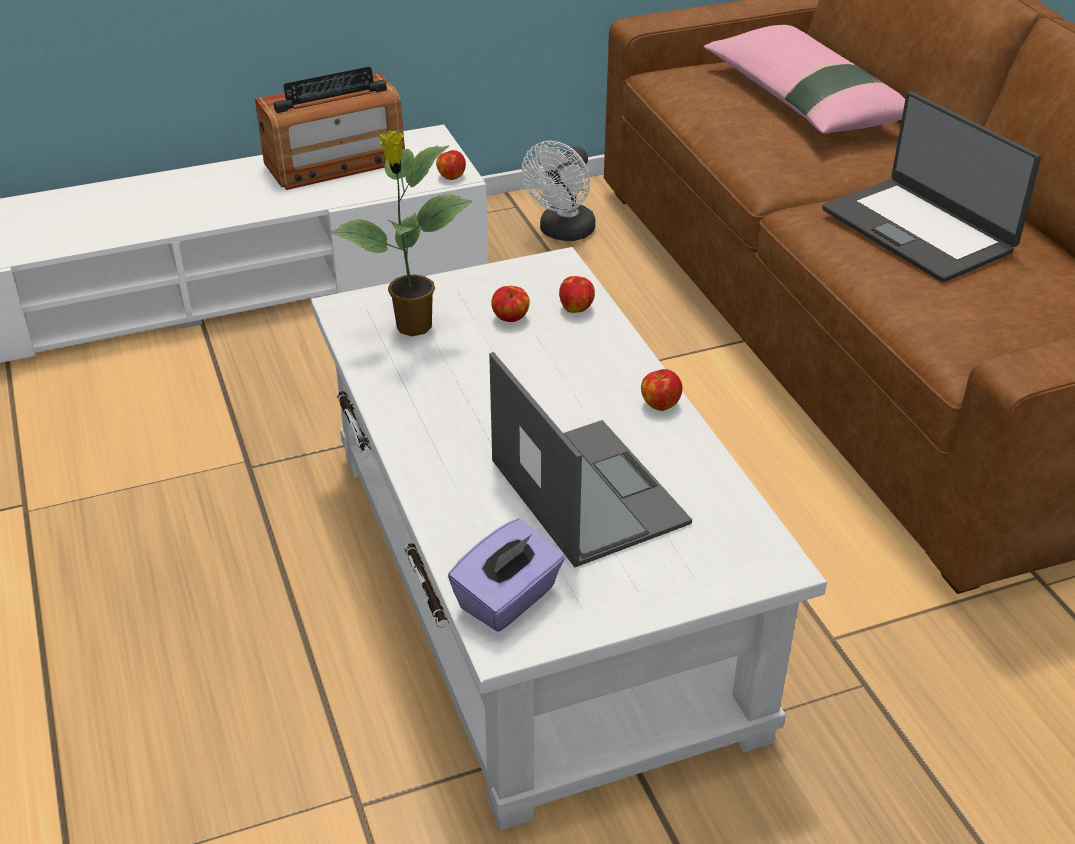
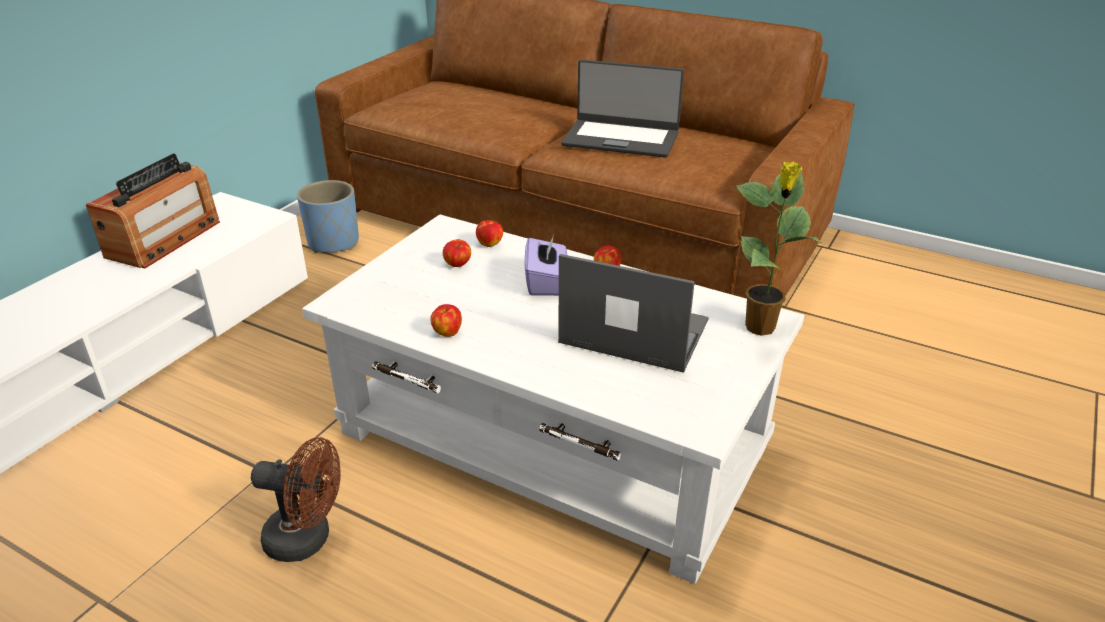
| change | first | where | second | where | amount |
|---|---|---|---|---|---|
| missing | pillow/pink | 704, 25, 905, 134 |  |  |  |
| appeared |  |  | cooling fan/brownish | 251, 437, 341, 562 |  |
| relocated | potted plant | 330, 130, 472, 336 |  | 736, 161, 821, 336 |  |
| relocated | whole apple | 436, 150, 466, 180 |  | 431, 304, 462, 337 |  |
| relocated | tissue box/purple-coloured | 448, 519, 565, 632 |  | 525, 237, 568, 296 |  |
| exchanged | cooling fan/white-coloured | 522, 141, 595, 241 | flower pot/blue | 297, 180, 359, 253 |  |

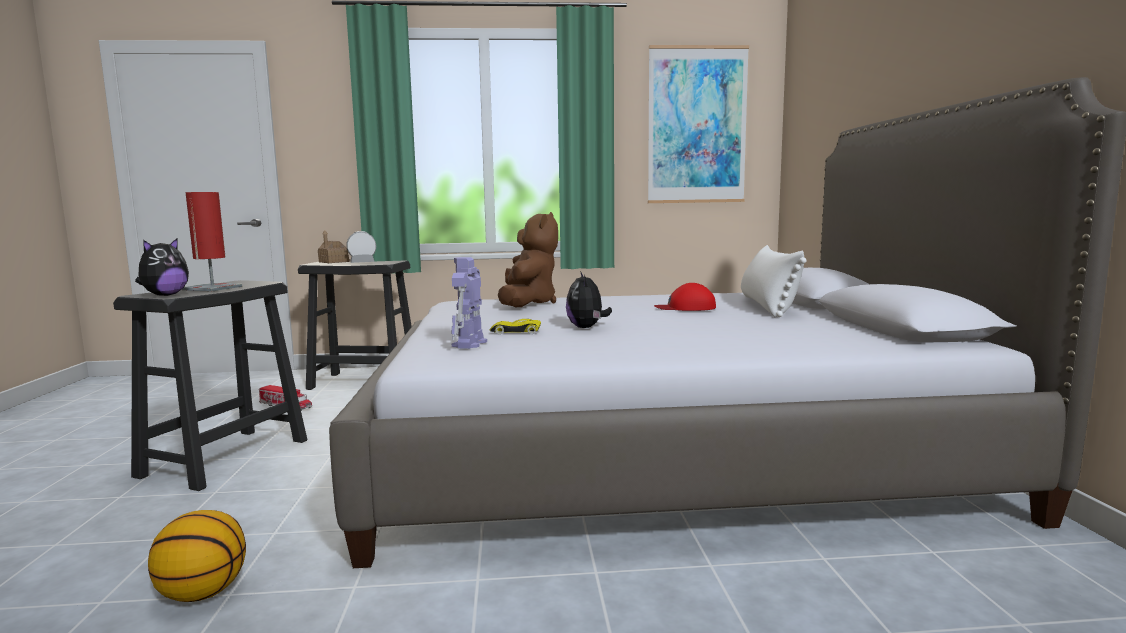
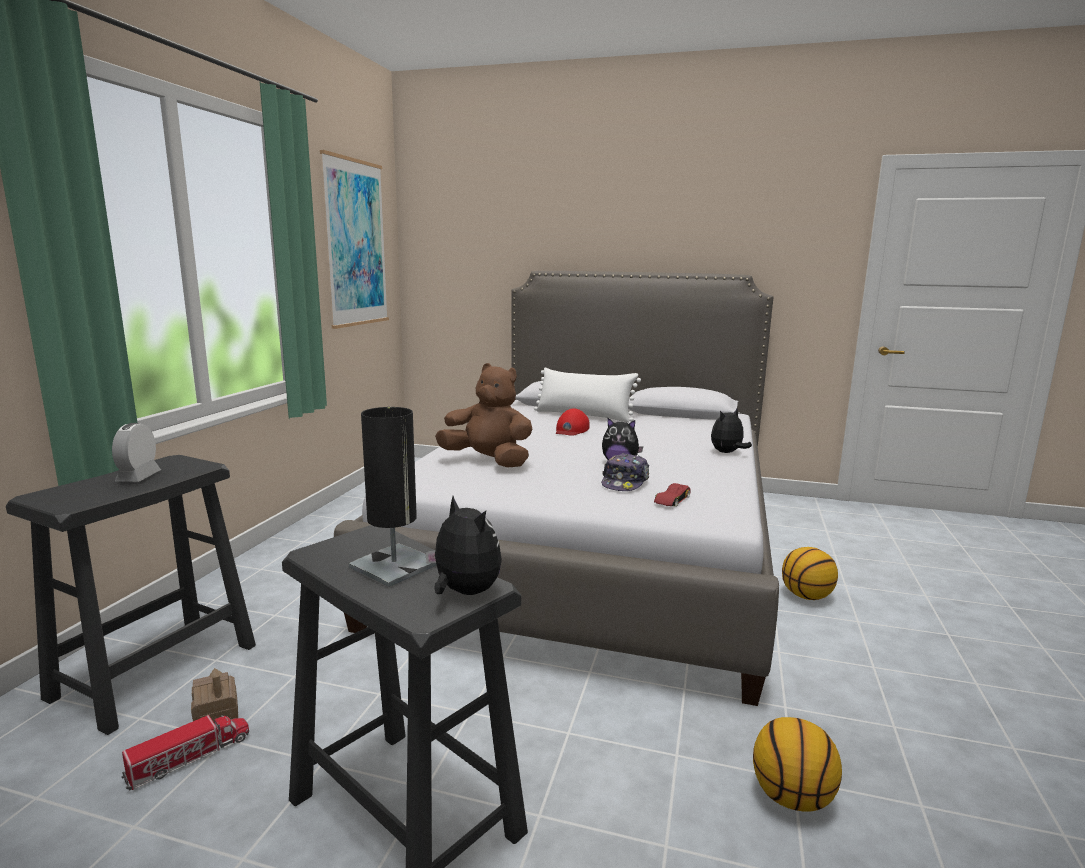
| change | first | where | second | where | amount |
|---|---|---|---|---|---|
| appeared |  |  | cuddly toy | 711, 409, 752, 453 |  |
| appeared |  |  | basketball ball | 782, 547, 838, 600 |  |
| relocated | toy house | 318, 230, 349, 263 |  | 191, 668, 238, 722 |  |
| exchanged | model robot | 451, 257, 487, 349 | toy car/reddish | 654, 483, 691, 507 |  |
| exchanged | toy car/yellow-coloured | 490, 319, 541, 334 | cap | 601, 453, 649, 491 |  |
| colour | lamp for a table/reddish | 182, 192, 242, 292 | lamp for a table/blackish | 349, 407, 437, 587 |  |

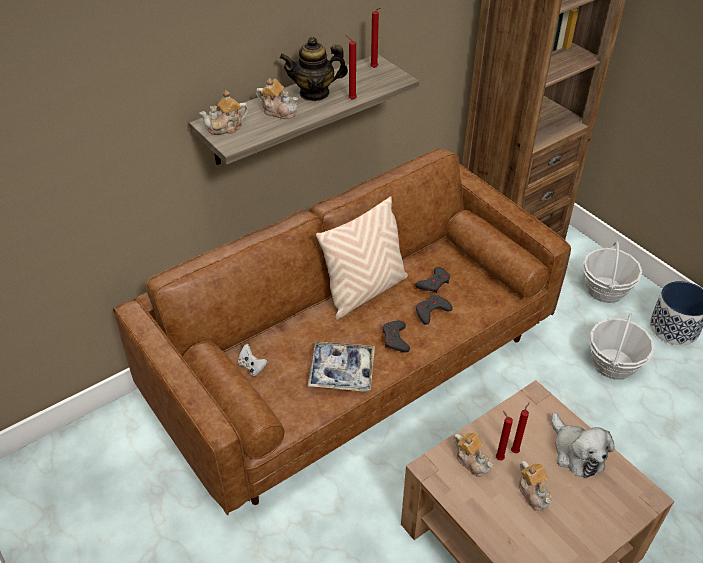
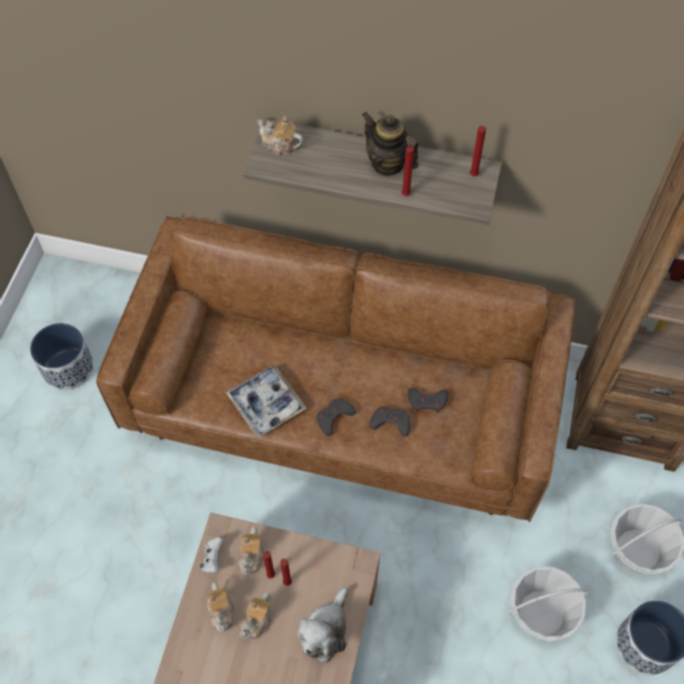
| change | first | where | second | where | amount |
|---|---|---|---|---|---|
| missing | pillow/beige | 316, 196, 408, 320 |  |  |  |
| appeared |  |  | flower pot | 30, 323, 94, 390 |  |
| relocated | game controller/white-coloured | 238, 344, 268, 376 |  | 200, 537, 223, 573 |  |
| relocated | tea pot | 256, 78, 298, 119 |  | 206, 582, 234, 632 |  |

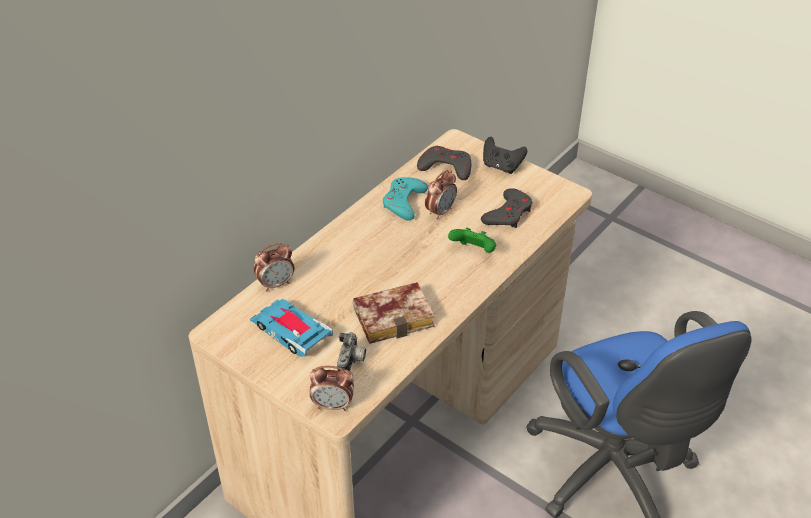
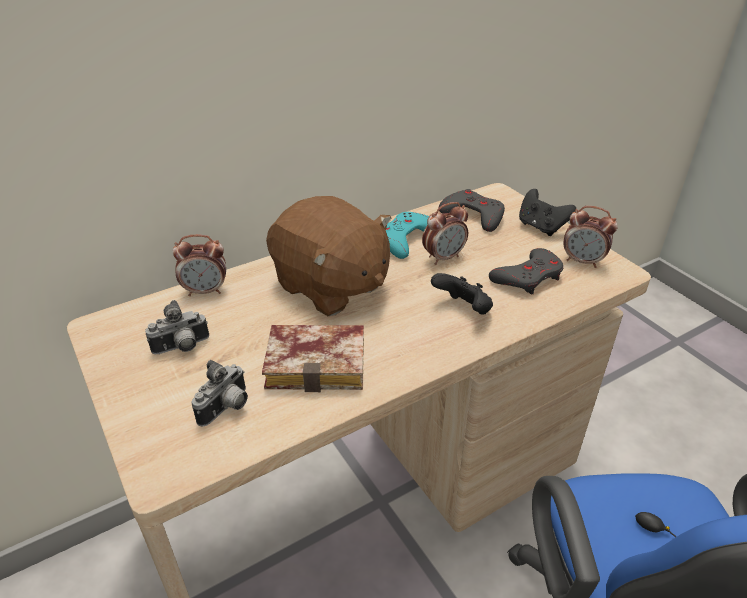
| change | first | where | second | where | amount |
|---|---|---|---|---|---|
| appeared |  |  | cuddly toy/brownish | 266, 196, 392, 316 |  |
| relocated | table clock | 310, 366, 354, 411 |  | 563, 206, 618, 268 |  |
| exchanged | toy car | 250, 299, 333, 357 | photo camera | 145, 300, 209, 354 |  |
| colour | game controller/green-coloured | 448, 228, 496, 253 | game controller/blackish | 431, 273, 493, 315 |  |

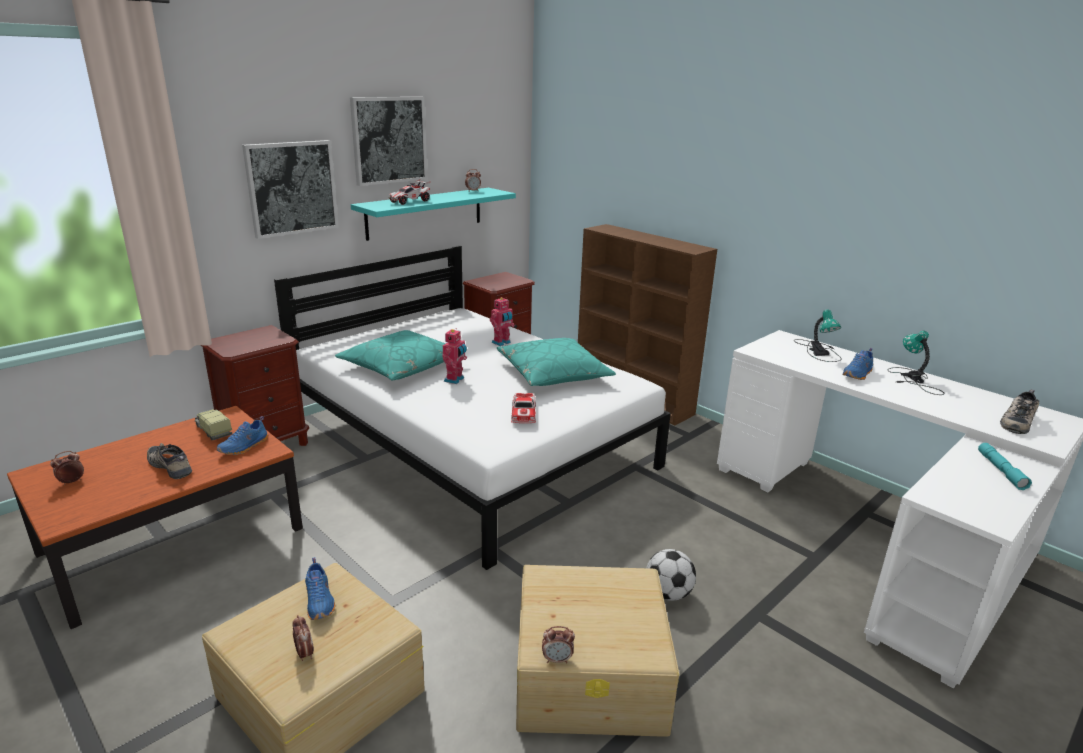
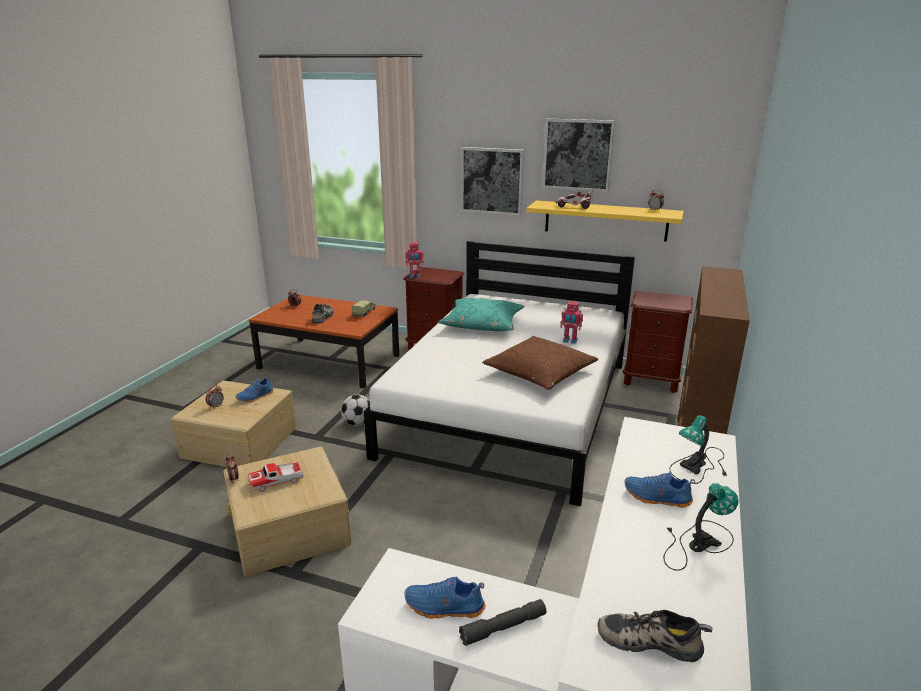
| change | first | where | second | where | amount |
|---|---|---|---|---|---|
| relocated | shoe/blue | 217, 416, 268, 455 |  | 405, 577, 485, 619 |  |
| relocated | model robot | 442, 328, 467, 384 |  | 405, 242, 423, 278 |  |
| relocated | toy car | 511, 393, 536, 423 |  | 248, 462, 303, 492 |  |
| relocated | football ball | 646, 549, 696, 601 |  | 341, 394, 370, 426 |  |
| colour | wall shelf/blue-green | 351, 188, 516, 241 | wall shelf/yellow-coloured | 527, 200, 684, 242 |  |
| colour | pillow/blue-green | 497, 338, 616, 386 | pillow/brownish | 482, 336, 598, 390 |  |
| colour | flashlight/blue-green | 978, 443, 1032, 490 | flashlight/greyish | 459, 599, 546, 646 |  |

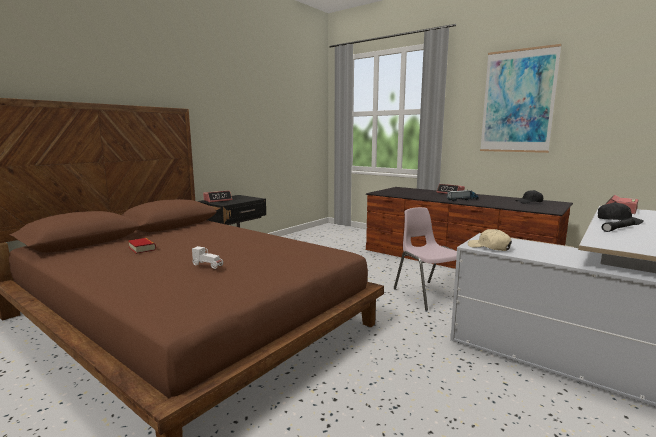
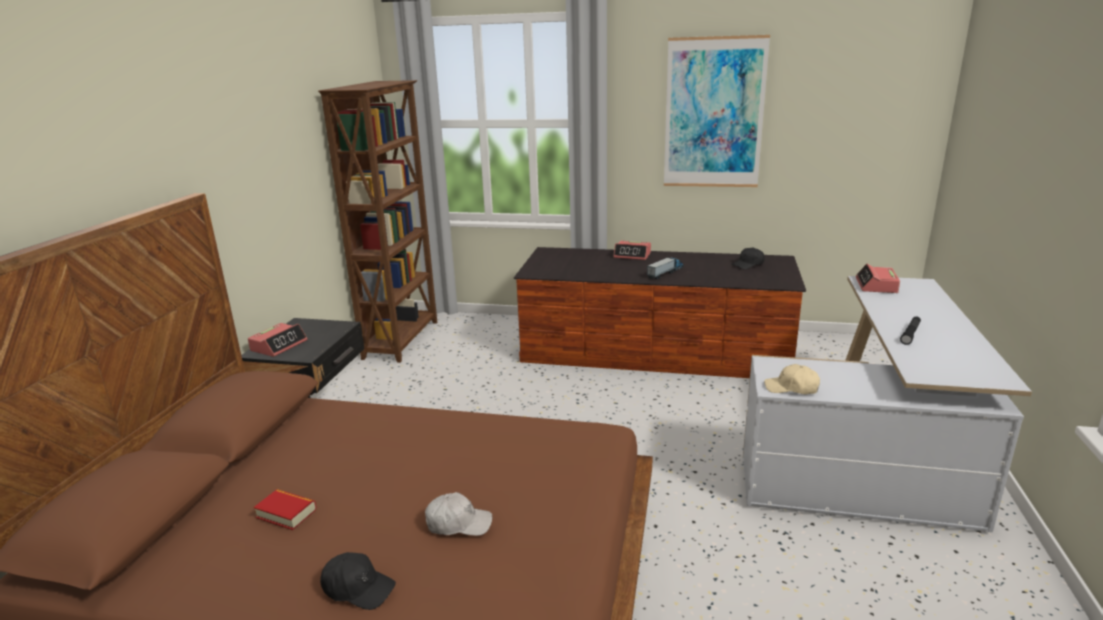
| change | first | where | second | where | amount |
|---|---|---|---|---|---|
| missing | upright chair/pink | 394, 207, 457, 311 |  |  |  |
| appeared |  |  | shelving unit/brownish | 318, 80, 437, 363 |  |
| relocated | cap/blackish | 598, 202, 644, 225 |  | 320, 552, 396, 610 |  |
| exchanged | toy car/white-coloured | 192, 246, 223, 269 | cap/white-coloured | 425, 492, 492, 536 |  |

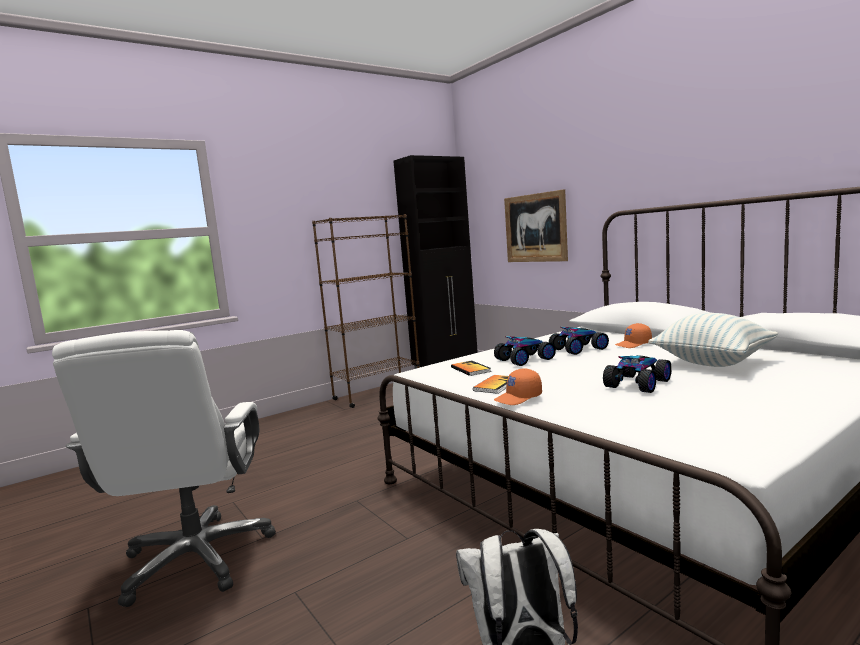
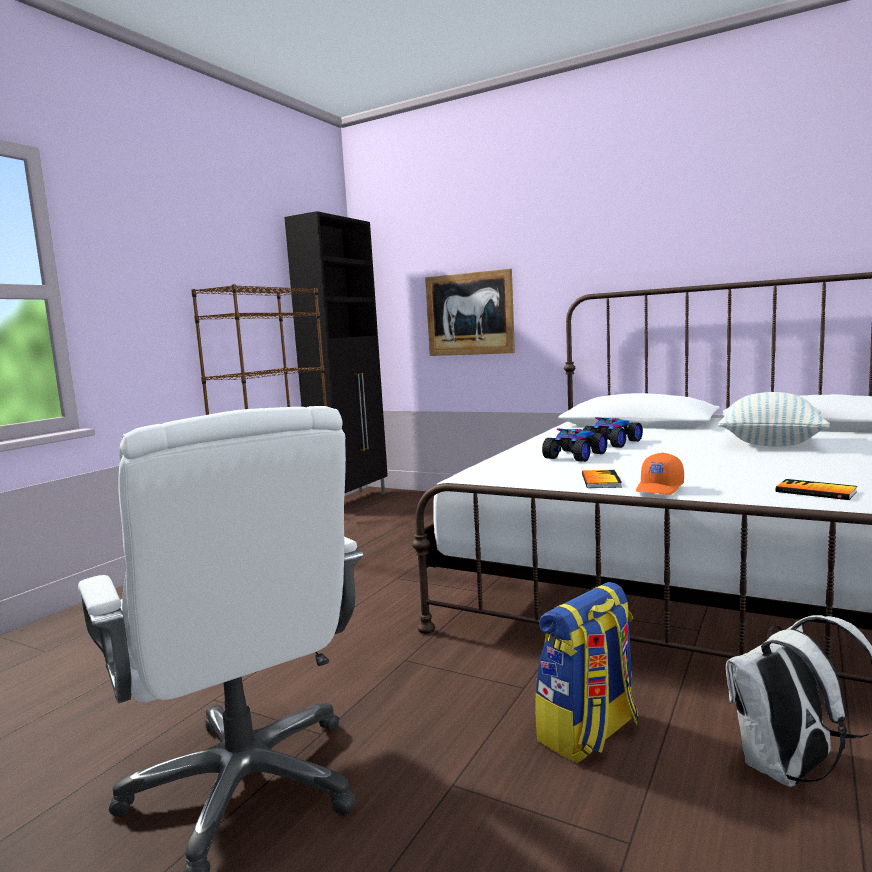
| change | first | where | second | where | amount |
|---|---|---|---|---|---|
| missing | toy car | 603, 355, 672, 393 |  |  |  |
| missing | cap/orangey | 615, 323, 652, 348 |  |  |  |
| appeared |  |  | backpack | 535, 582, 638, 763 |  |
| relocated | volume | 451, 361, 491, 376 |  | 776, 479, 857, 500 |  |

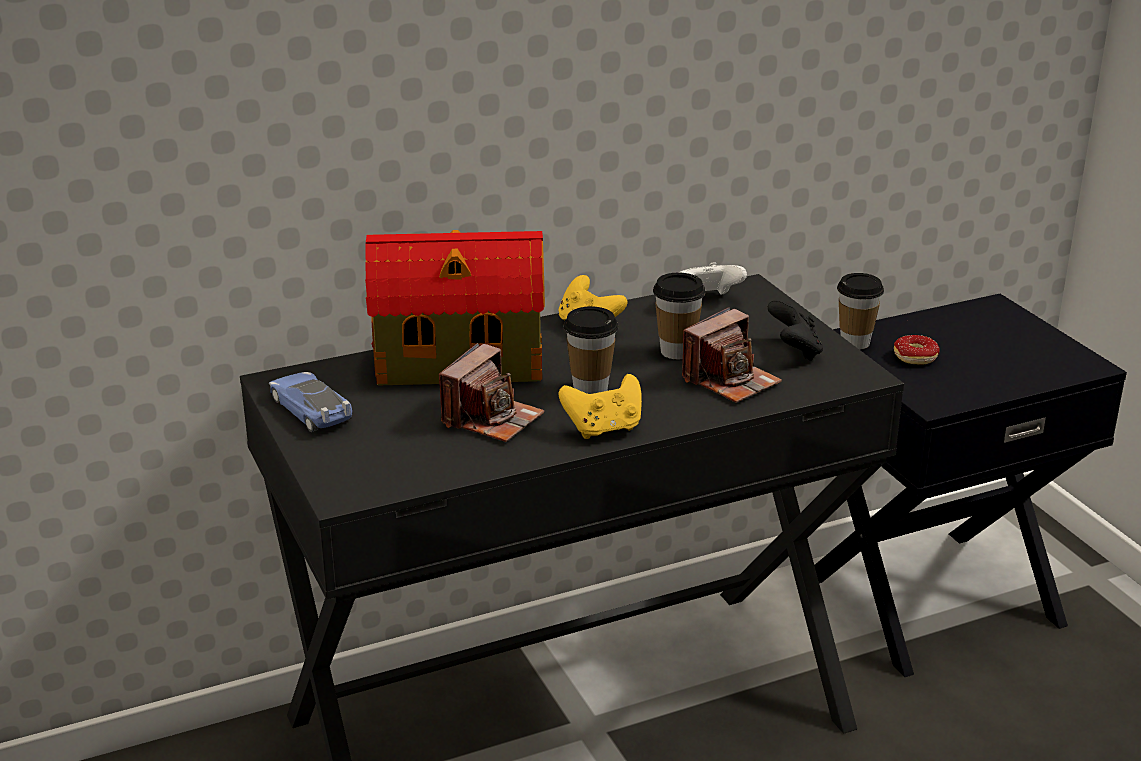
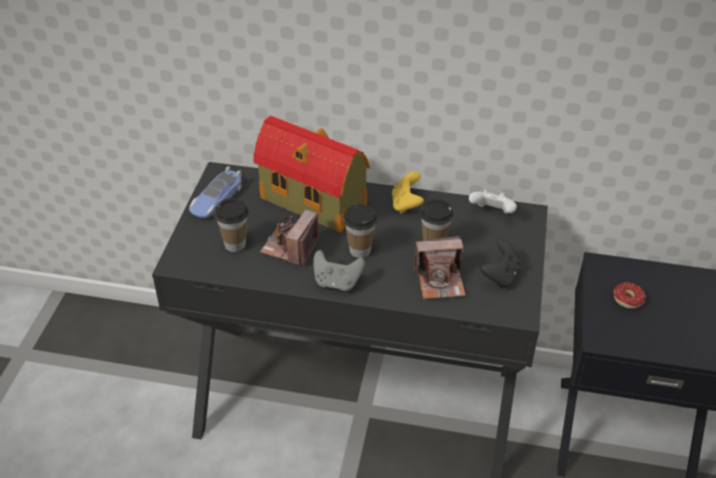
| change | first | where | second | where | amount |
|---|---|---|---|---|---|
| relocated | small cup | 837, 273, 884, 350 |  | 214, 198, 249, 252 |  |
| colour | game controller/yellow-coloured | 558, 374, 642, 439 | game controller/greyish | 313, 250, 365, 291 |  |
| spun | toy car | 269, 372, 352, 432 |  | 189, 166, 242, 218 | 150 degrees counterclockwise |
| spun | photo camera | 439, 343, 544, 442 |  | 260, 210, 319, 266 | 135 degrees clockwise |

